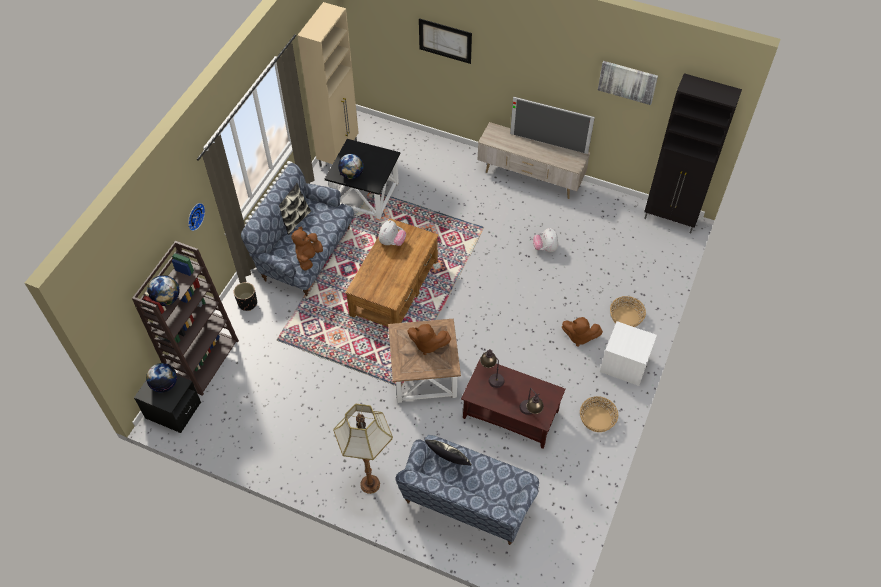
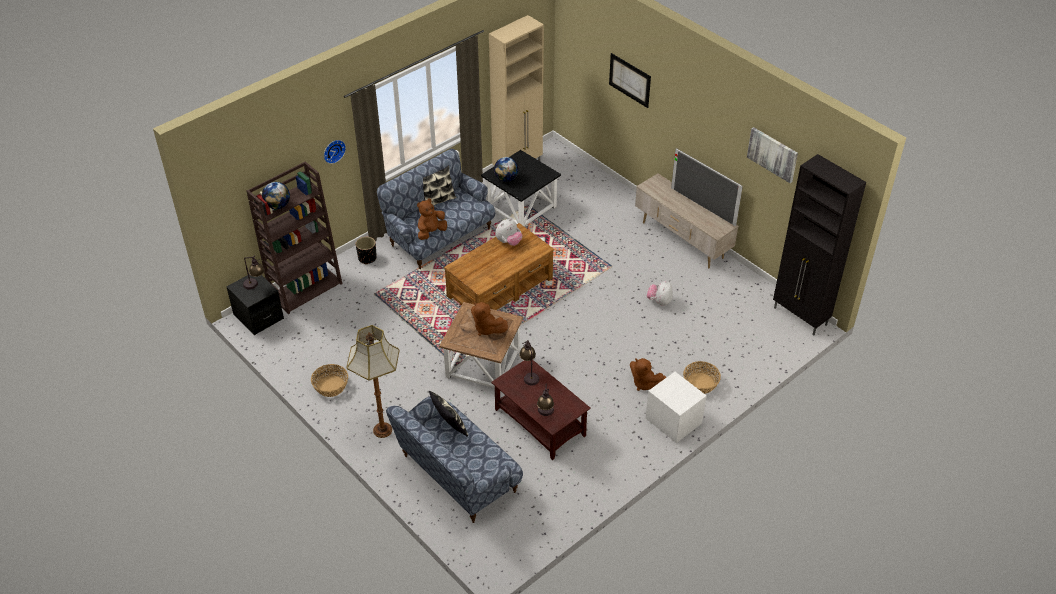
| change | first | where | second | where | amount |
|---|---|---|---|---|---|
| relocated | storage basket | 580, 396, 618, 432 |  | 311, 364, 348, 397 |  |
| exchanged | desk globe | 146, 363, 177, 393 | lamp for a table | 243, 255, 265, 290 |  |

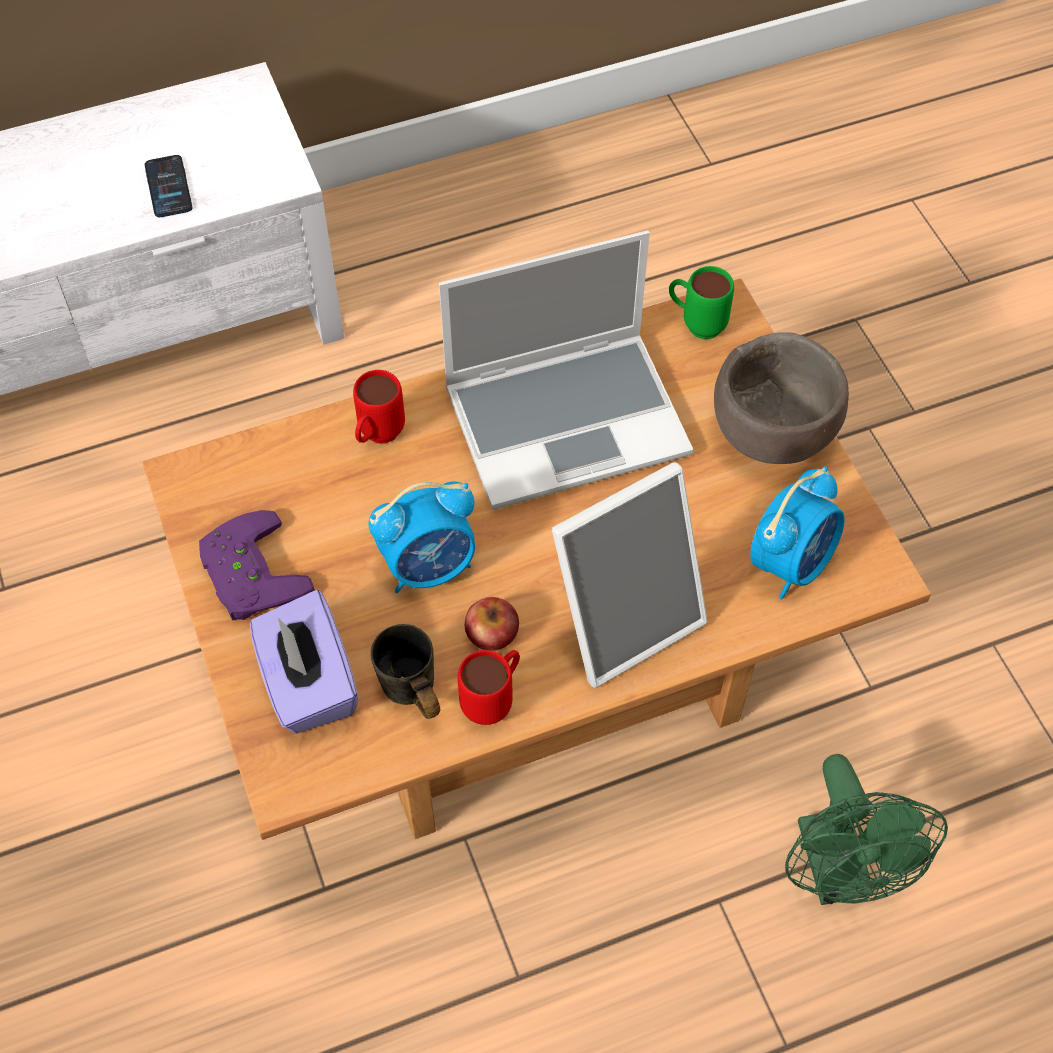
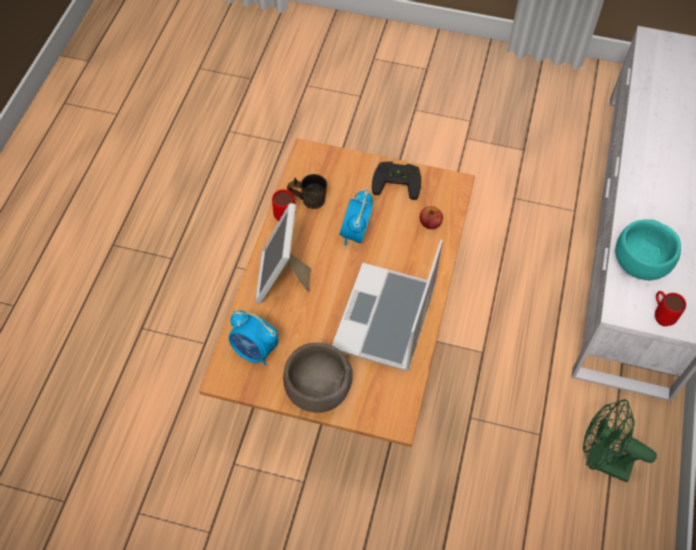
| change | first | where | second | where | amount |
|---|---|---|---|---|---|
| missing | tissue box/purple-coloured | 250, 590, 358, 733 |  |  |  |
| missing | coffee mug/green-coloured | 669, 266, 734, 339 |  |  |  |
| relocated | coffee mug/reddish | 353, 370, 405, 444 |  | 655, 291, 686, 326 |  |
| relocated | whole apple | 465, 597, 519, 651 |  | 420, 206, 443, 229 |  |
| relocated | cooling fan/green-coloured | 785, 754, 948, 905 |  | 583, 399, 657, 483 |  |
| exchanged | telephone | 145, 155, 192, 217 | bowl/blue-green | 615, 220, 681, 280 |  |
| colour | game controller/purple-coloured | 199, 510, 315, 620 | game controller/blackish | 372, 161, 421, 200 |  |
| spun | table clock | 750, 466, 845, 599 |  | 229, 310, 279, 366 | 45 degrees counterclockwise |

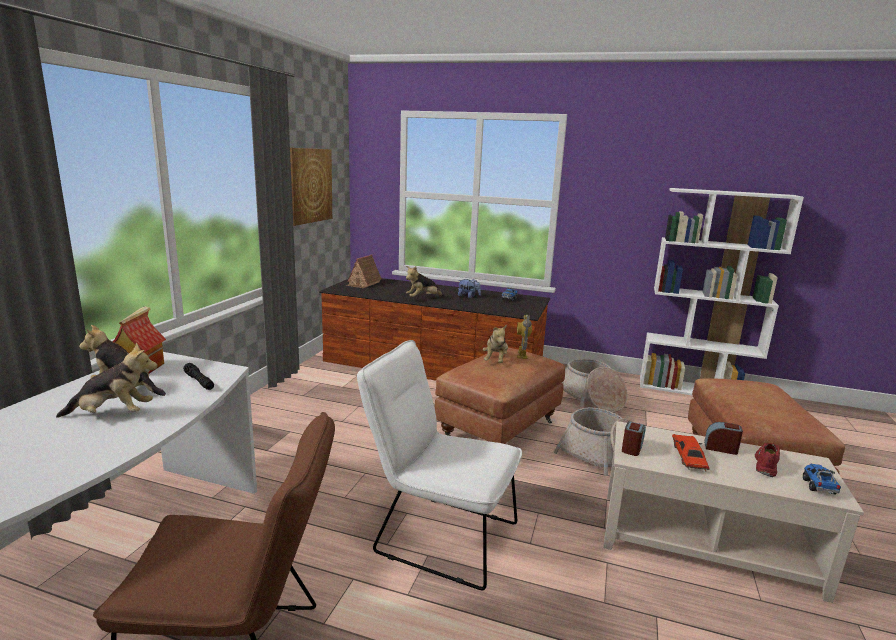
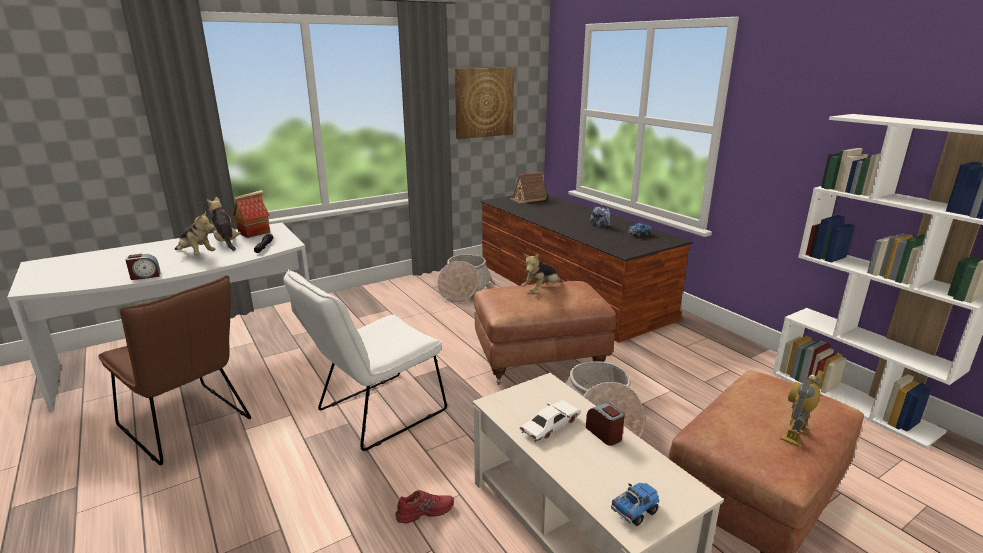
| change | first | where | second | where | amount |
|---|---|---|---|---|---|
| missing | cuddly toy | 406, 266, 444, 297 |  |  |  |
| relocated | model robot | 517, 315, 532, 359 |  | 781, 371, 823, 447 |  |
| relocated | storage basket | 562, 359, 628, 413 |  | 438, 254, 493, 302 |  |
| relocated | table clock | 622, 421, 646, 456 |  | 125, 254, 161, 280 |  |
| relocated | shoe/reddish | 755, 443, 780, 477 |  | 395, 490, 454, 524 |  |
| colour | toy car/reddish | 672, 434, 709, 472 | toy car/white-coloured | 519, 400, 581, 442 |  |
| spun | upright chair/white-coloured | 357, 340, 522, 590 |  | 284, 269, 447, 451 | 105 degrees counterclockwise |

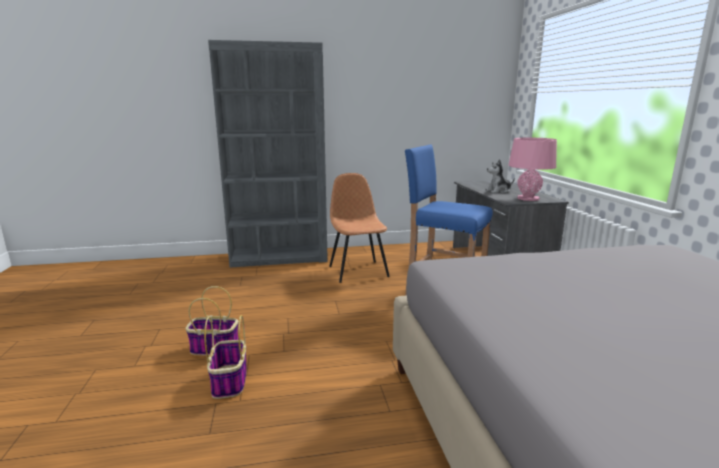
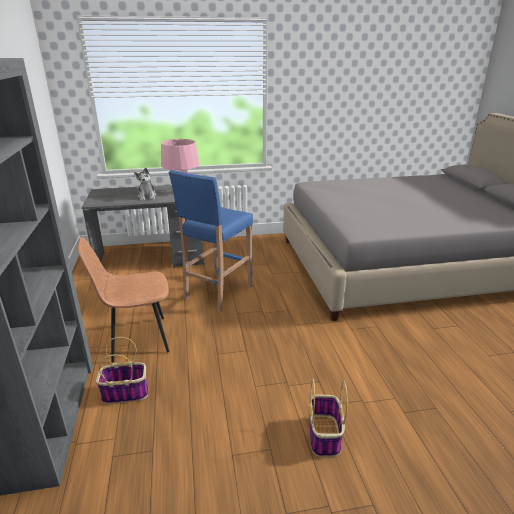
| change | first | where | second | where | amount |
|---|---|---|---|---|---|
| relocated | storage basket | 204, 315, 247, 399 |  | 96, 337, 148, 404 |  |

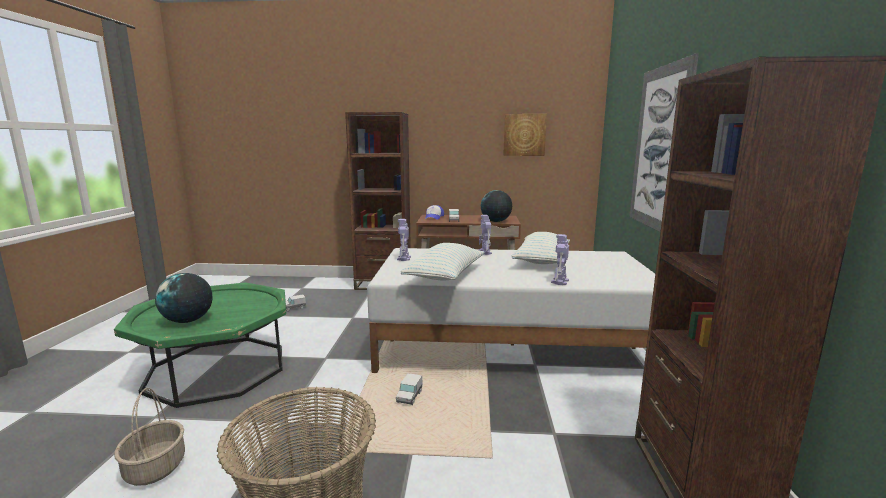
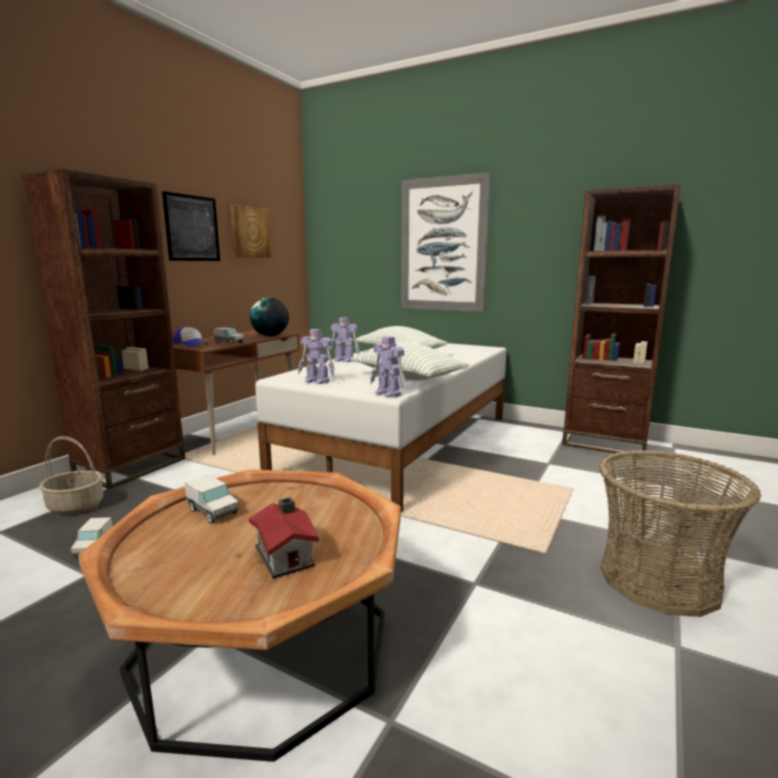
| change | first | where | second | where | amount |
|---|---|---|---|---|---|
| appeared |  |  | wall picture | 162, 191, 220, 261 |  |
| relocated | storage basket | 114, 388, 185, 486 |  | 39, 436, 103, 514 |  |
| relocated | toy truck | 396, 373, 422, 405 |  | 185, 475, 239, 523 |  |
| relocated | model robot | 551, 234, 569, 285 |  | 370, 336, 405, 398 |  |
| exchanged | desk globe | 155, 273, 212, 323 | toy house | 249, 497, 319, 579 |  |
| colour | low table/green-coloured | 114, 283, 286, 408 | low table/brownish | 78, 470, 401, 762 |  |

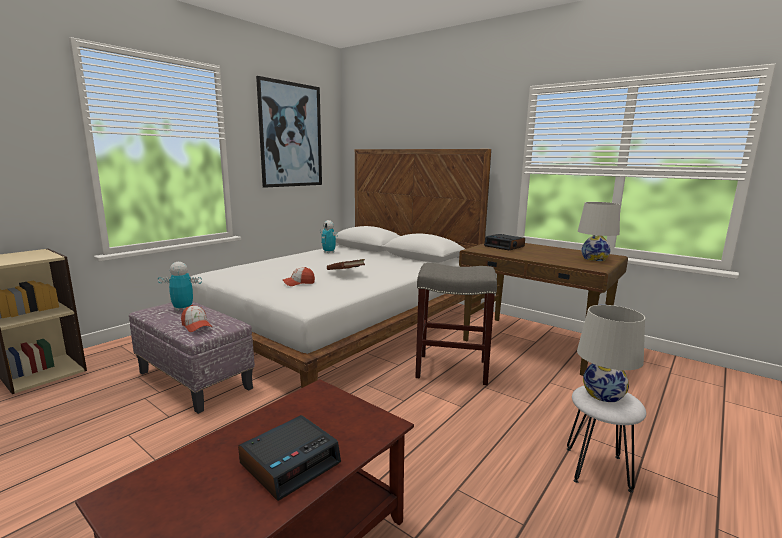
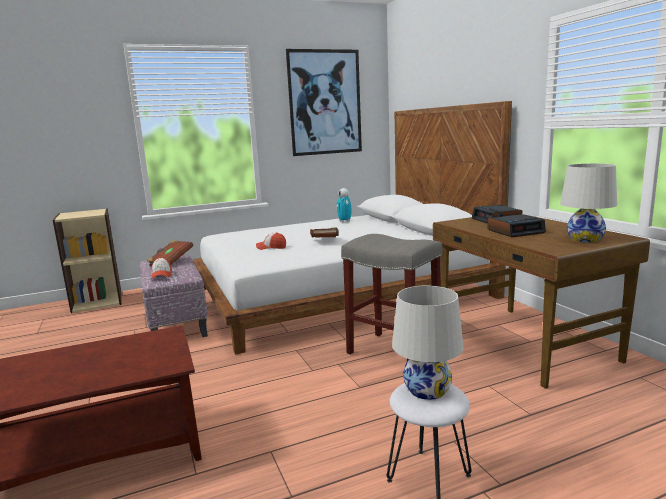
| change | first | where | second | where | amount |
|---|---|---|---|---|---|
| relocated | table clock | 238, 415, 341, 501 |  | 488, 214, 546, 237 |  |
| exchanged | model robot | 158, 262, 202, 311 | volume/brownish | 147, 240, 193, 266 |  |

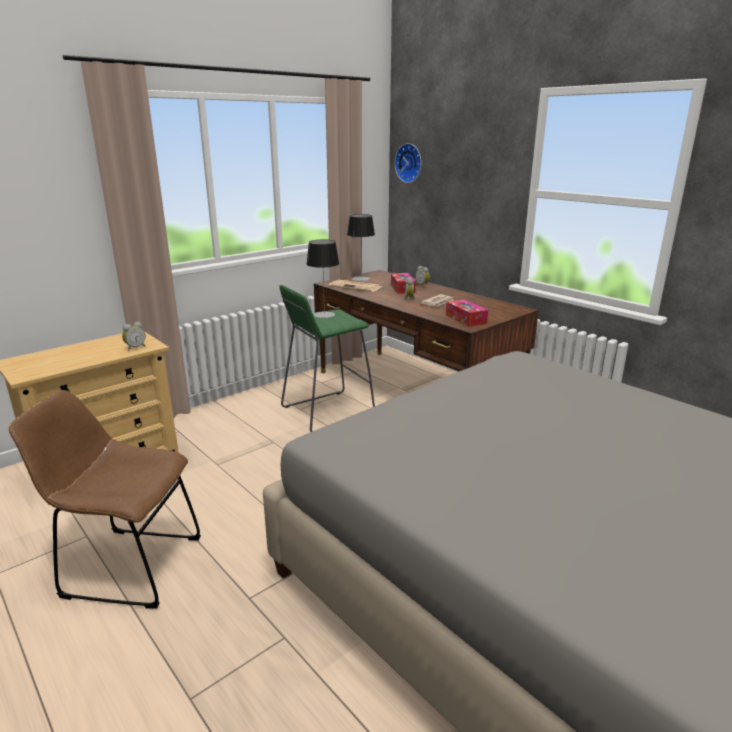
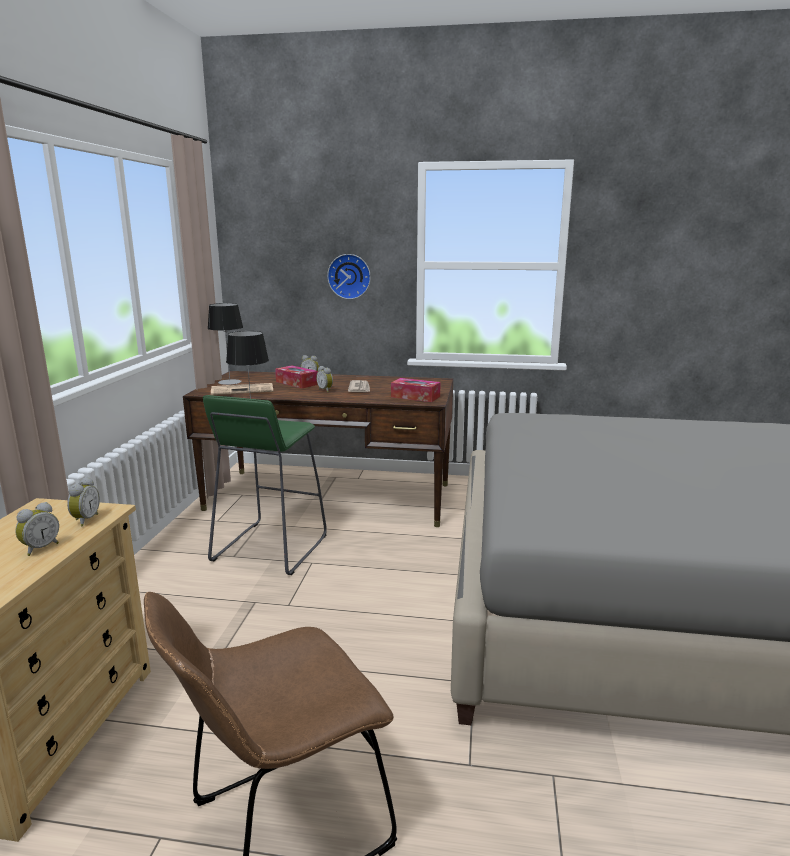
| change | first | where | second | where | amount |
|---|---|---|---|---|---|
| appeared |  |  | table clock | 15, 502, 59, 556 |  |
| relocated | hanging clock | 395, 143, 421, 183 |  | 327, 254, 371, 299 |  |

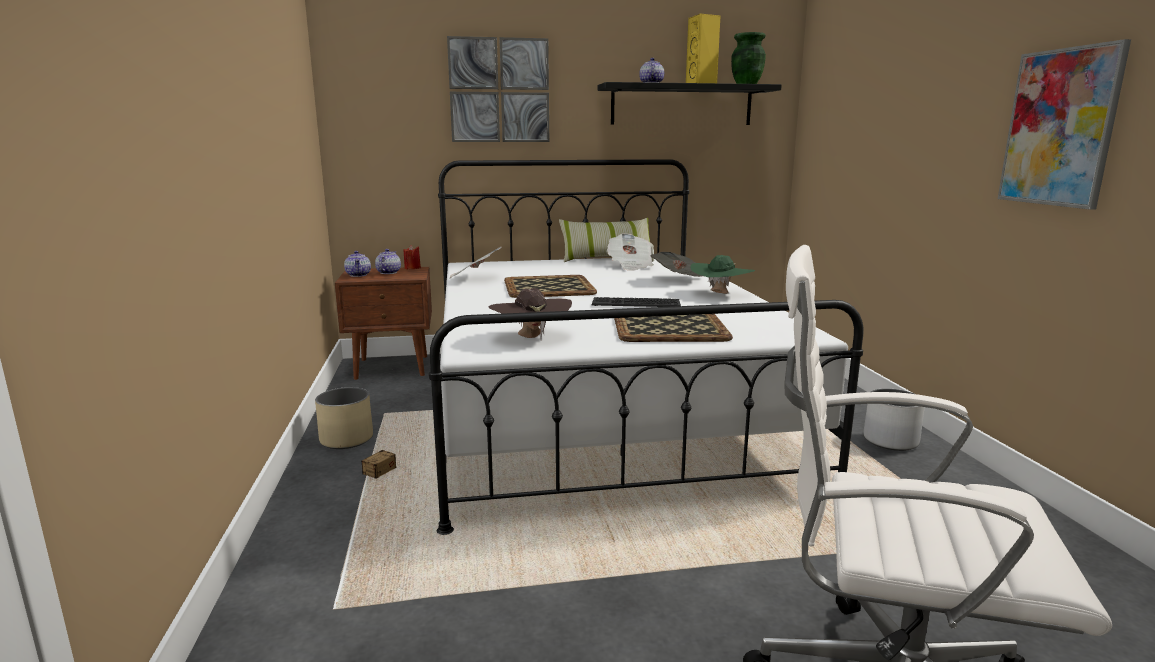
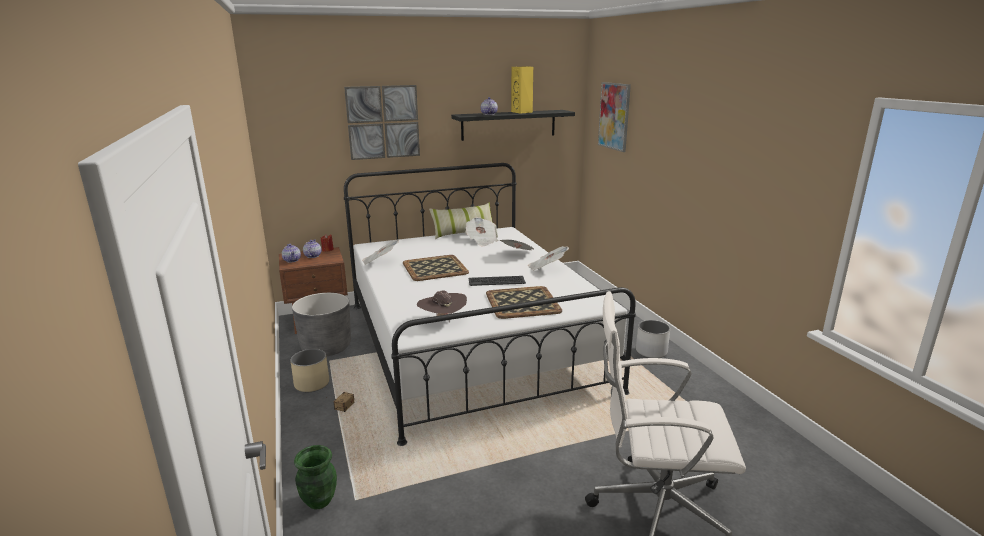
| change | first | where | second | where | amount |
|---|---|---|---|---|---|
| appeared |  |  | flower pot/greyish | 292, 293, 351, 356 |  |
| relocated | decorative vase/green-coloured | 731, 32, 766, 84 |  | 294, 445, 337, 509 |  |
| relocated | wall picture | 998, 39, 1131, 210 |  | 598, 82, 631, 152 |  |
| exchanged | hat/green-coloured | 690, 255, 755, 294 | printed paper | 528, 246, 569, 271 |  |

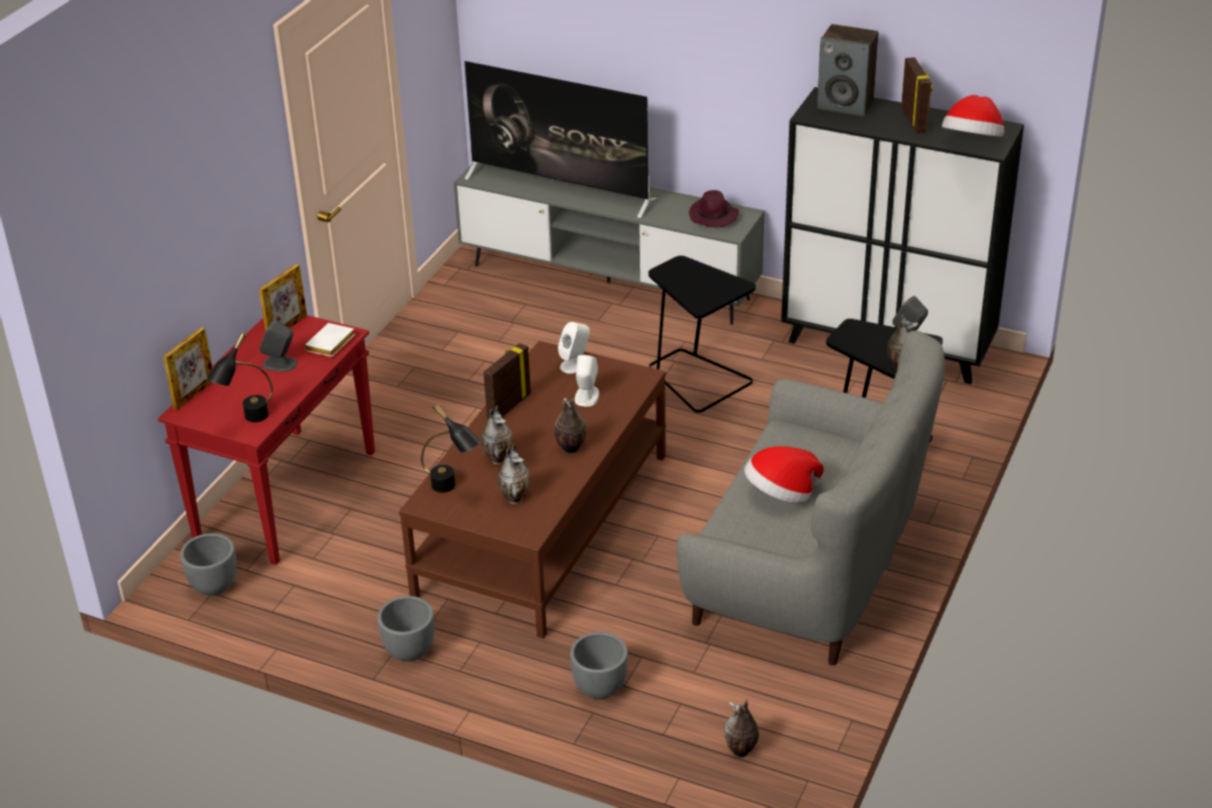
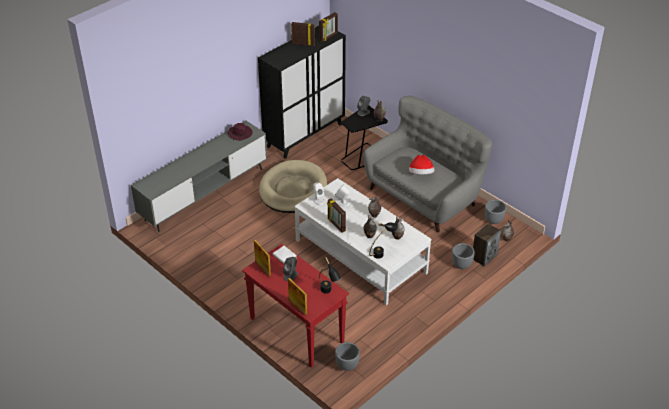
| change | first | where | second | where | amount |
|---|---|---|---|---|---|
| missing | TV set | 465, 61, 658, 218 |  |  |  |
| relocated | flower pot/greyish | 378, 596, 434, 662 |  | 485, 200, 506, 224 |  |
| relocated | speaker | 817, 24, 878, 117 |  | 473, 224, 501, 267 |  |
| exchanged | accent table/blackish | 648, 256, 756, 413 | dog bed/beige | 259, 160, 327, 213 |  |
| exchanged | hat | 942, 95, 1004, 137 | photo frame | 319, 12, 338, 42 |  |
| colour | low table/brownish | 399, 341, 666, 639 | low table/white-coloured | 294, 178, 431, 305 |  |

